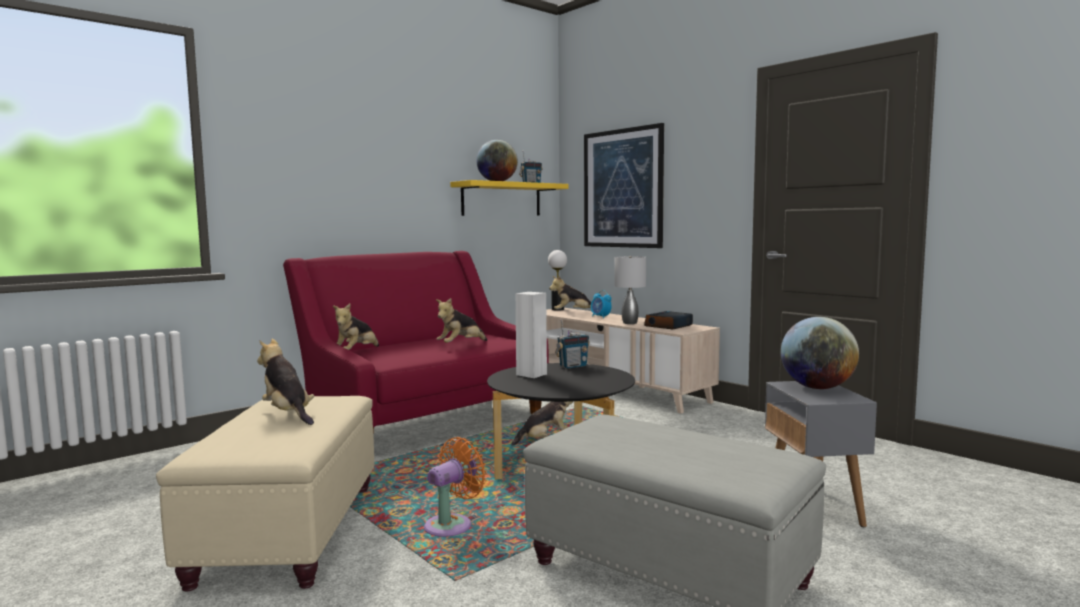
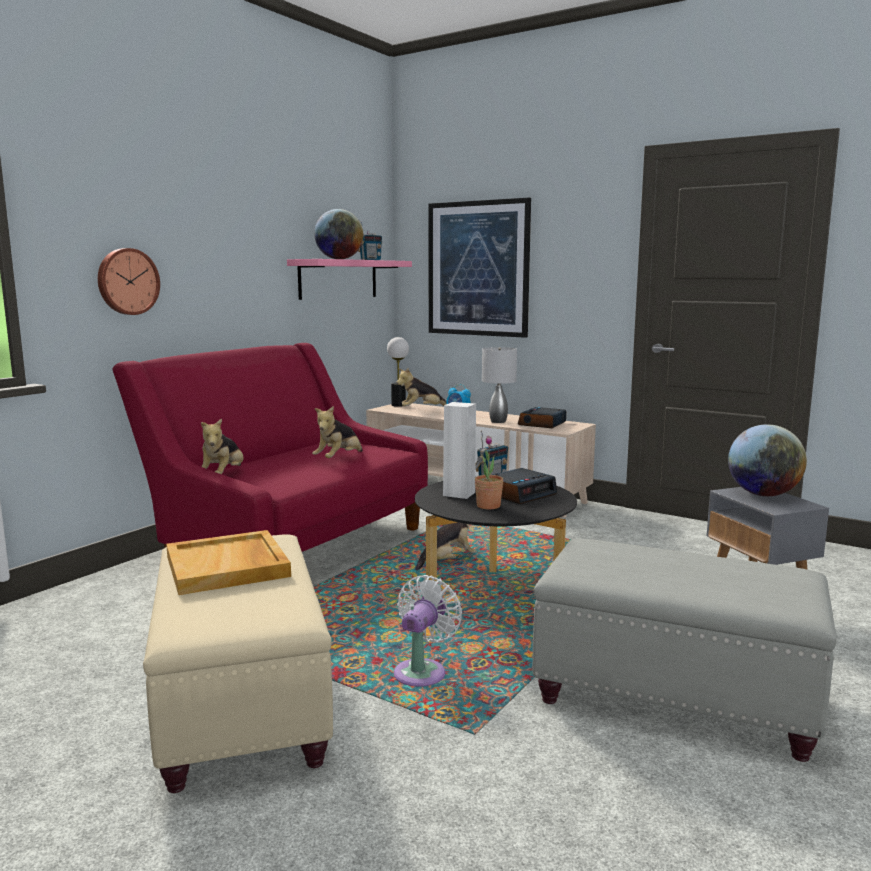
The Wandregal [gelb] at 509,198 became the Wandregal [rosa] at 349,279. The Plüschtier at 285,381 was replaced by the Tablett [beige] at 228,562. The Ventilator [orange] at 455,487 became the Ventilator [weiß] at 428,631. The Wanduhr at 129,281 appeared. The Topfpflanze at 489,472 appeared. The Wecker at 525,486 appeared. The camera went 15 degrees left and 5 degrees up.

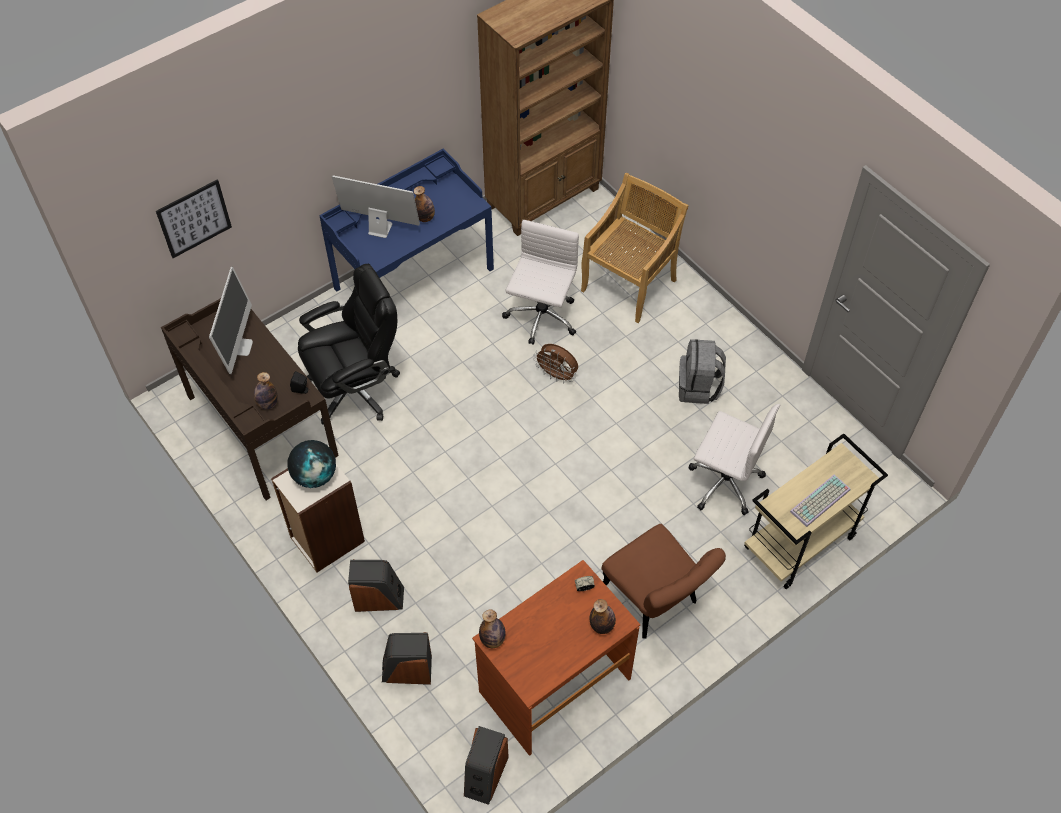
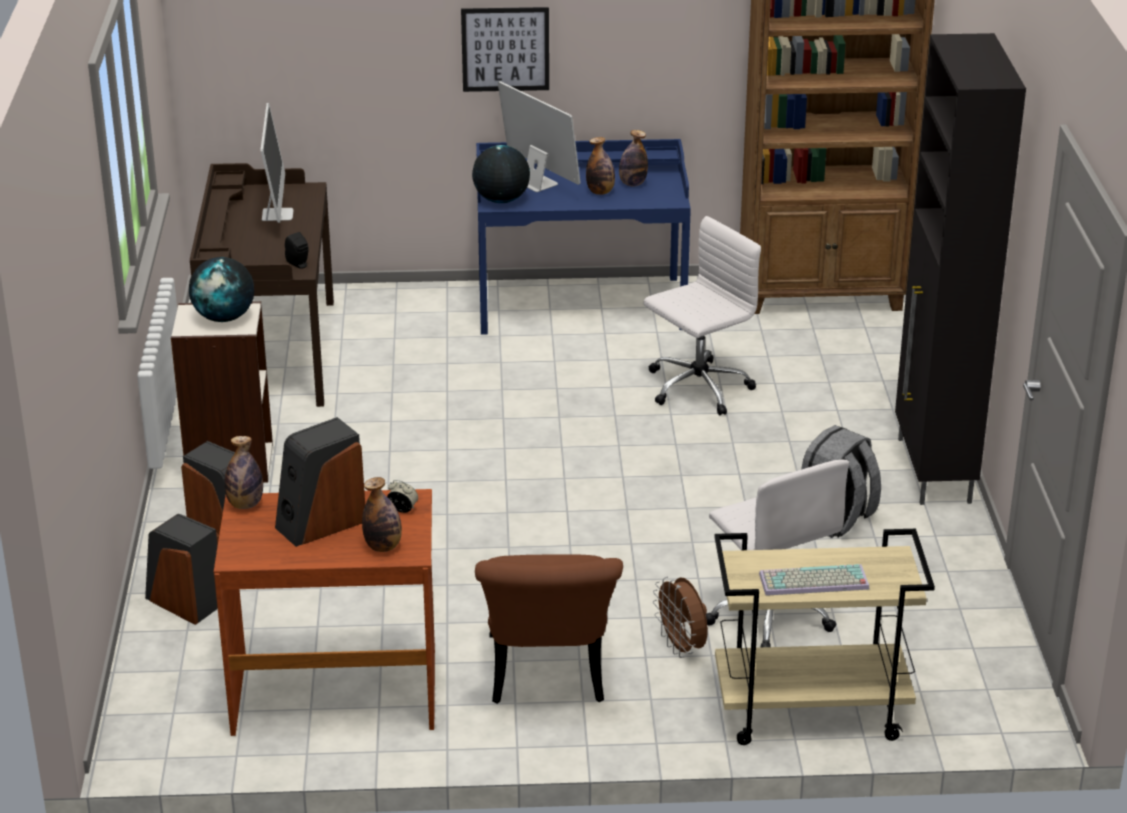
The Stuhl [beige] at 635,248 disappeared. The Bild moved from 194,218 to 505,49. The Bürostuhl [schwarz] at 349,344 disappeared. The Monitor at 231,320 turned 45 degrees counterclockwise. The Ventilator [braun] moved from 555,364 to 680,617. The Flasche moved from 266,390 to 633,158. The Lautsprecher moved from 486,765 to 320,482. The Schrank [schwarz] at 960,269 appeared. The Globus at 501,174 appeared. The camera went 35 degrees right and 25 degrees down.

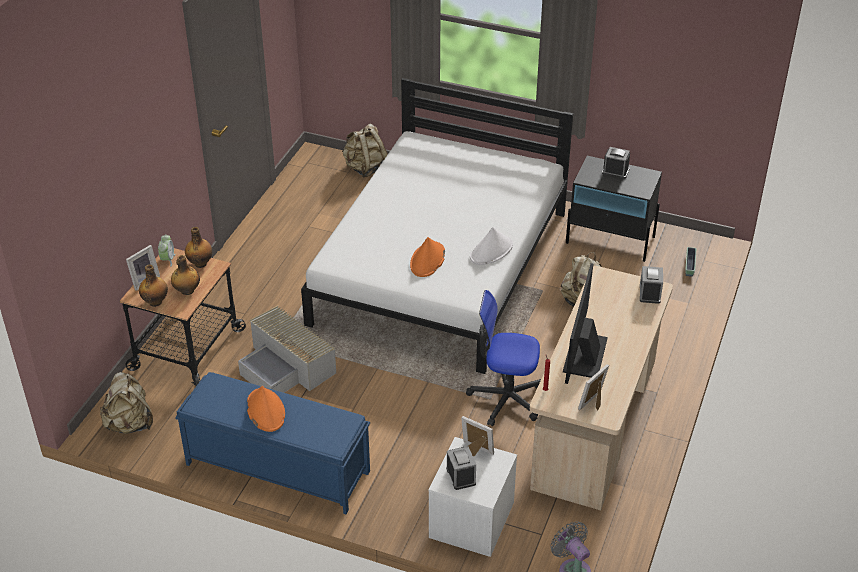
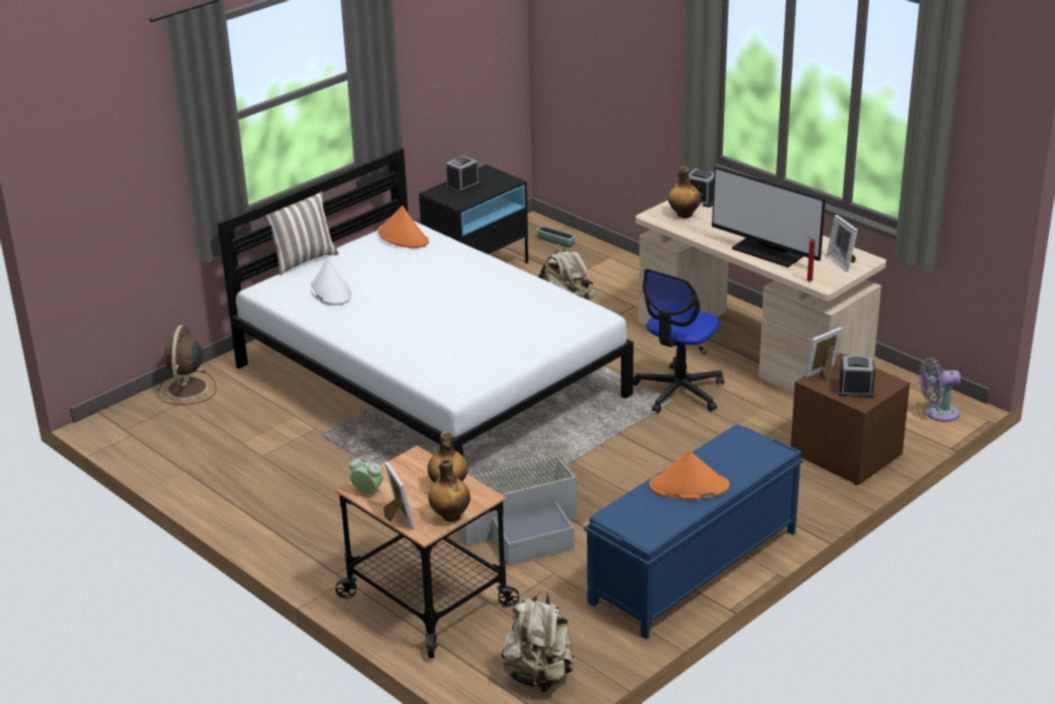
The Rucksack [beige] at 365,151 was replaced by the Ventilator [braun] at 186,365. The Flasche moved from 198,247 to 684,192. The Hut [weiß] moved from 491,246 to 331,281. The Hut [orange] moved from 427,257 to 403,227. The Nachttisch [weiß] at 472,497 became the Nachttisch [braun] at 850,419. The Kissen at 300,233 appeared. The camera went 65 degrees left and 10 degrees down.

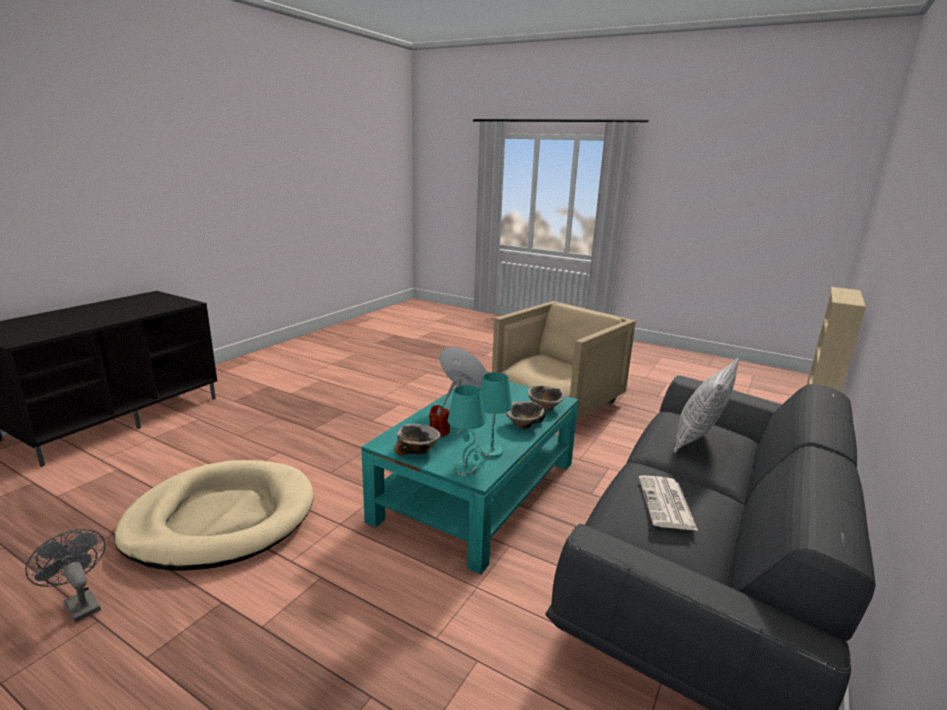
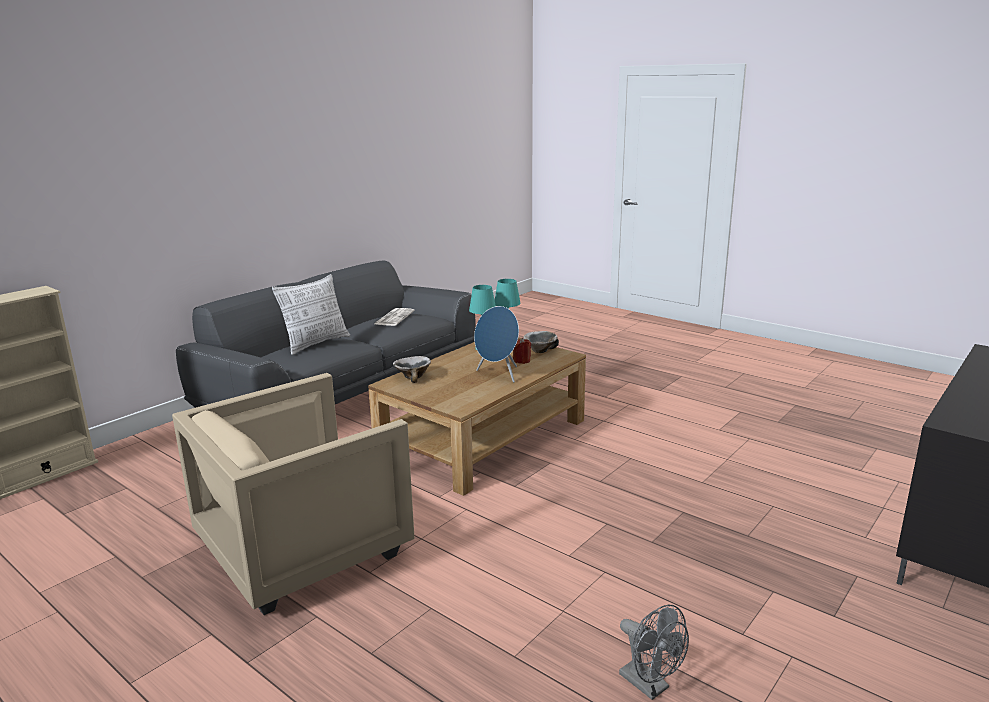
The Couchtisch [türkis] at 469,478 became the Couchtisch [braun] at 477,417. The Schüssel at 525,415 disappeared. The Hundebett [beige] at 214,515 disappeared. The Ventilator [grau] moved from 65,576 to 654,652. The camera went 170 degrees left and 0 degrees up.

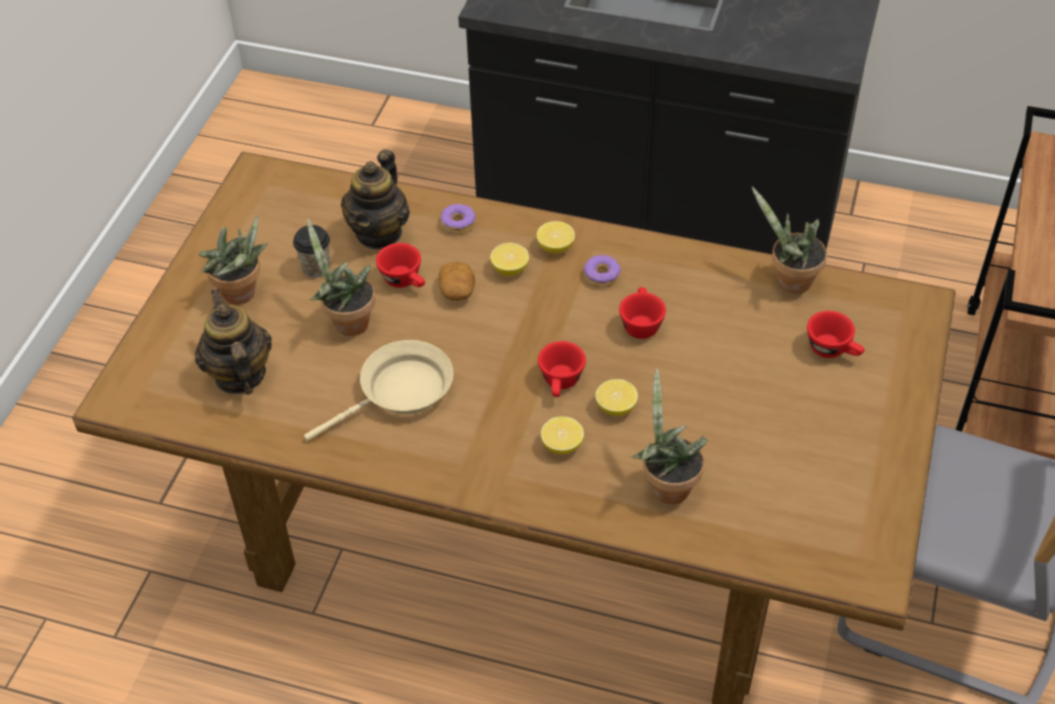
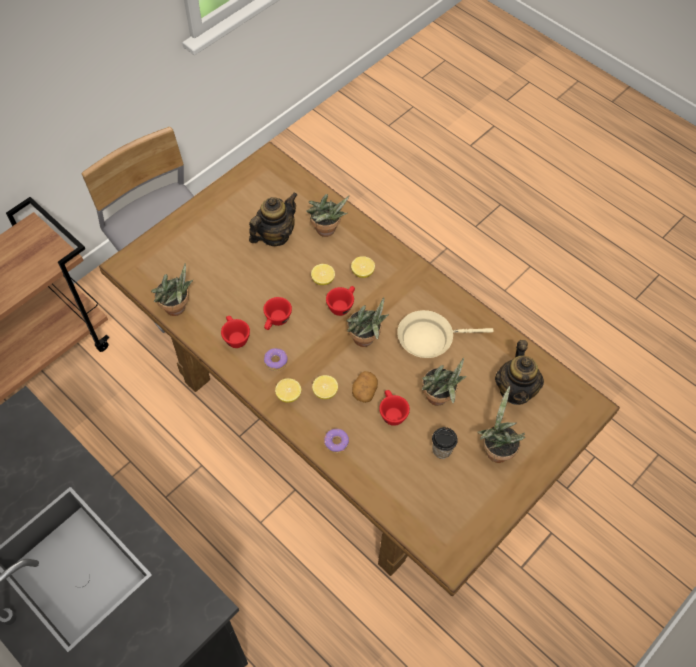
The Teekanne moved from 375,199 to 273,219. The Tasse [rot] moved from 836,334 to 235,332. The Topfpflanze at 367,322 appeared. The camera went 155 degrees left and 10 degrees up.

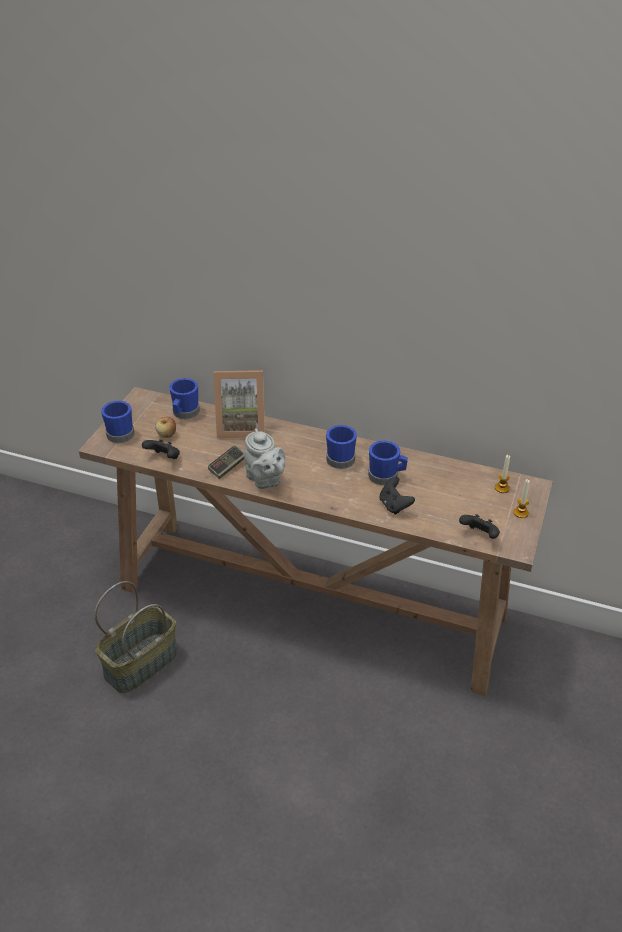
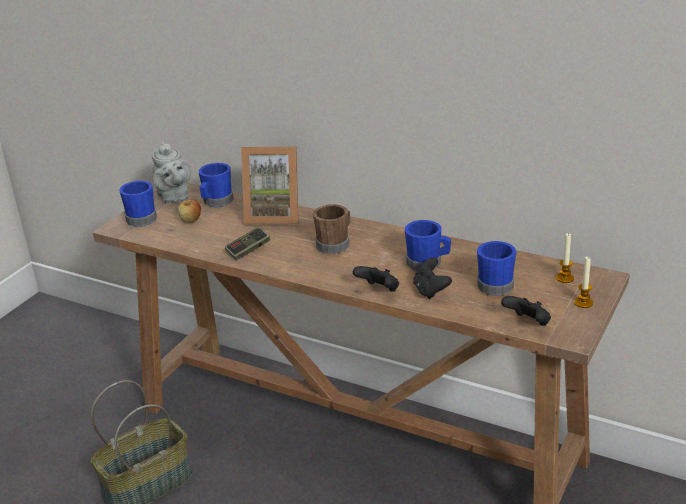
The Henkelbecher [blau] moved from 341,447 to 496,268. The Teekanne [grau] moved from 264,458 to 171,172. The Gamepad [schwarz] moved from 161,449 to 376,279. The Henkelbecher [braun] at 331,229 appeared. The camera went 10 degrees right and 10 degrees down.

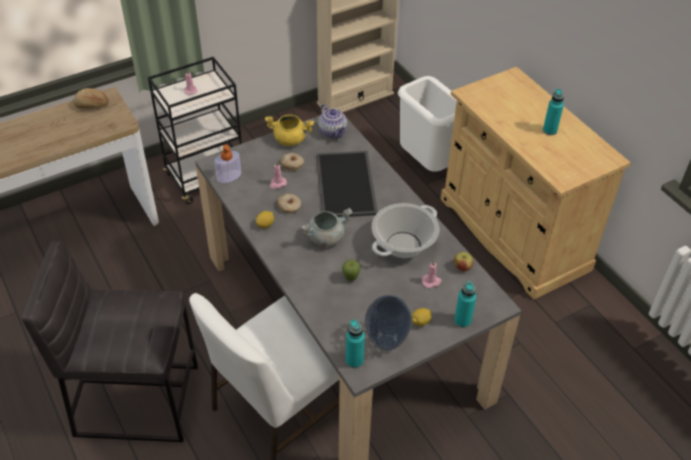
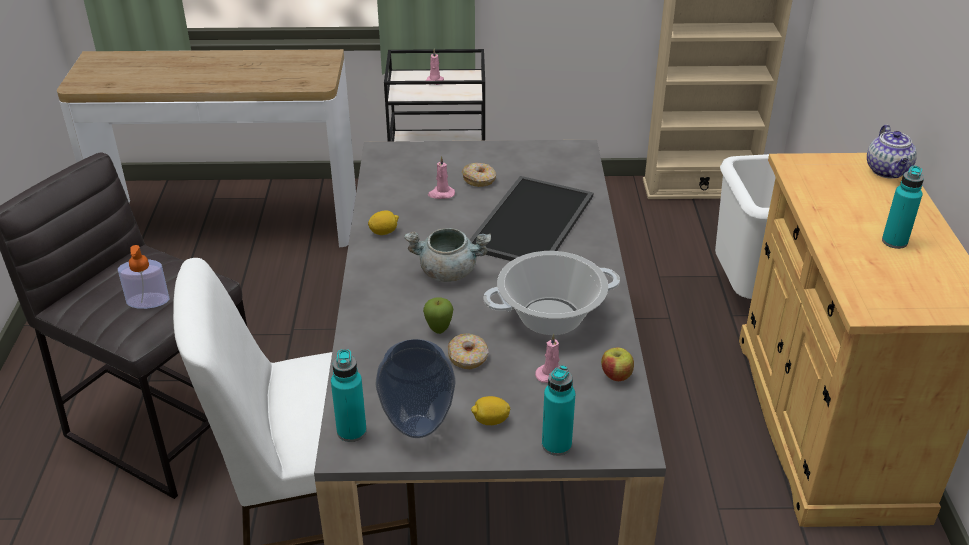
The Brot at 91,98 disappeared. The Teekanne moved from 332,121 to 892,152. The Kochtopf [gelb] at 289,130 disappeared. The Seifenspender moved from 227,164 to 144,277. The Donut moved from 289,203 to 468,351. The camera went 30 degrees right and 10 degrees down.

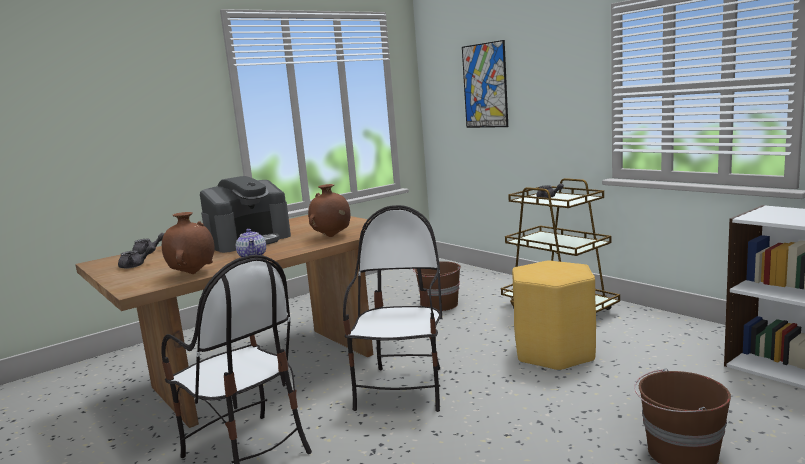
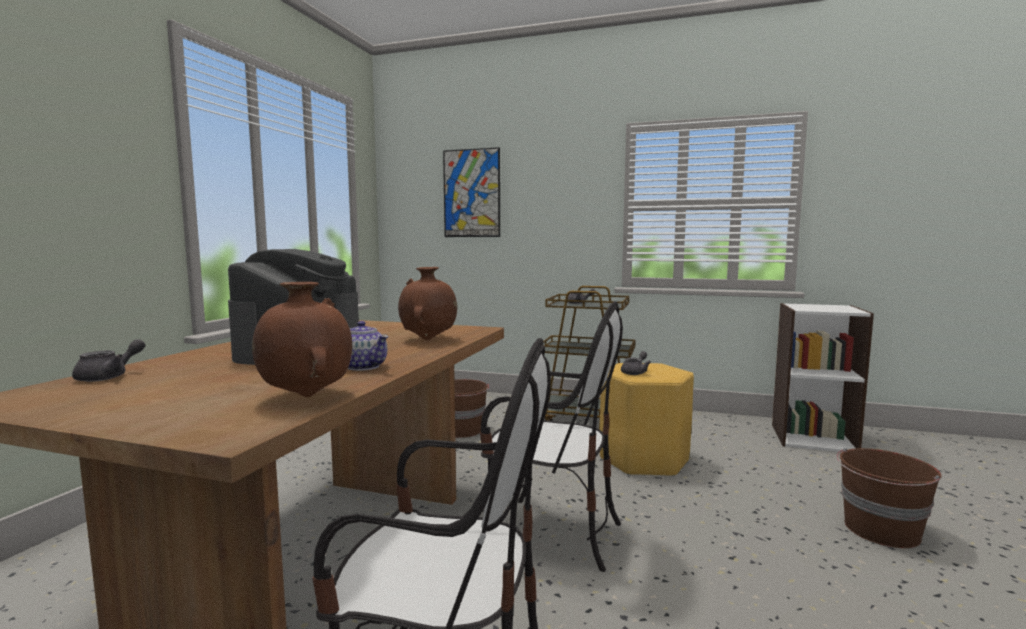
The Stuhl at 392,308 turned 135 degrees clockwise. The Teekanne [grau] moved from 136,257 to 636,363. The camera went 35 degrees left and 5 degrees down.

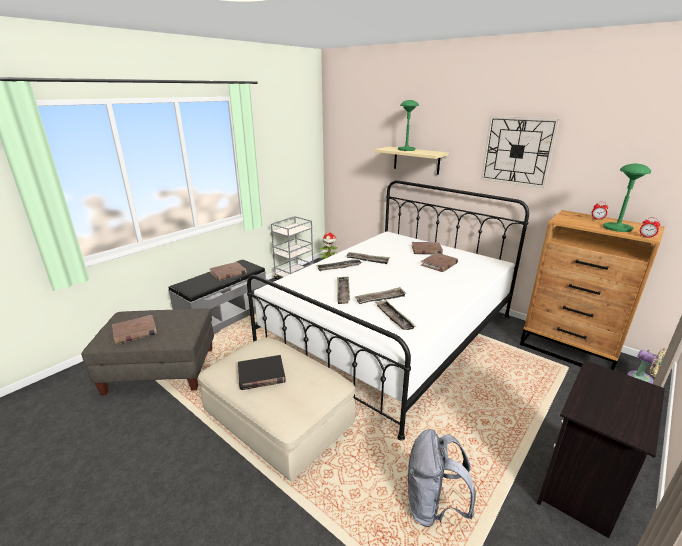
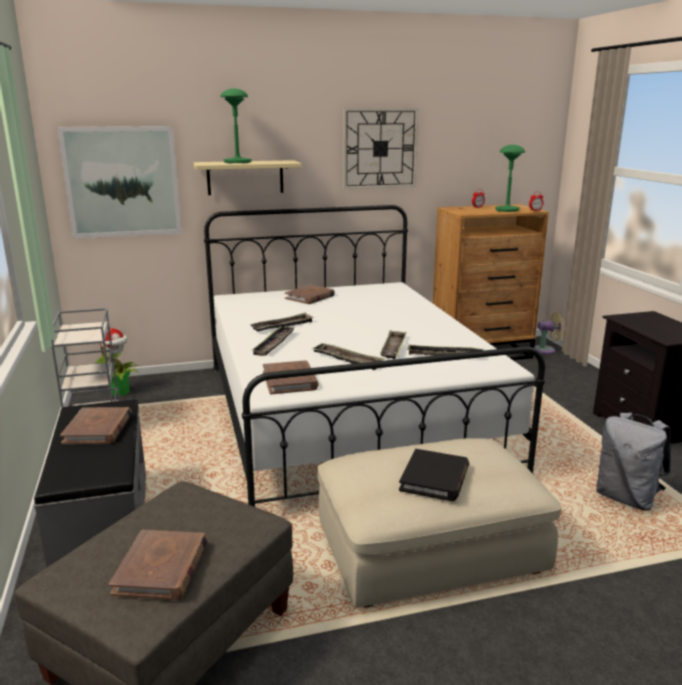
The Buch [braun] moved from 439,262 to 290,377. The Bild at 119,182 appeared. The camera went 55 degrees left and 5 degrees down.

